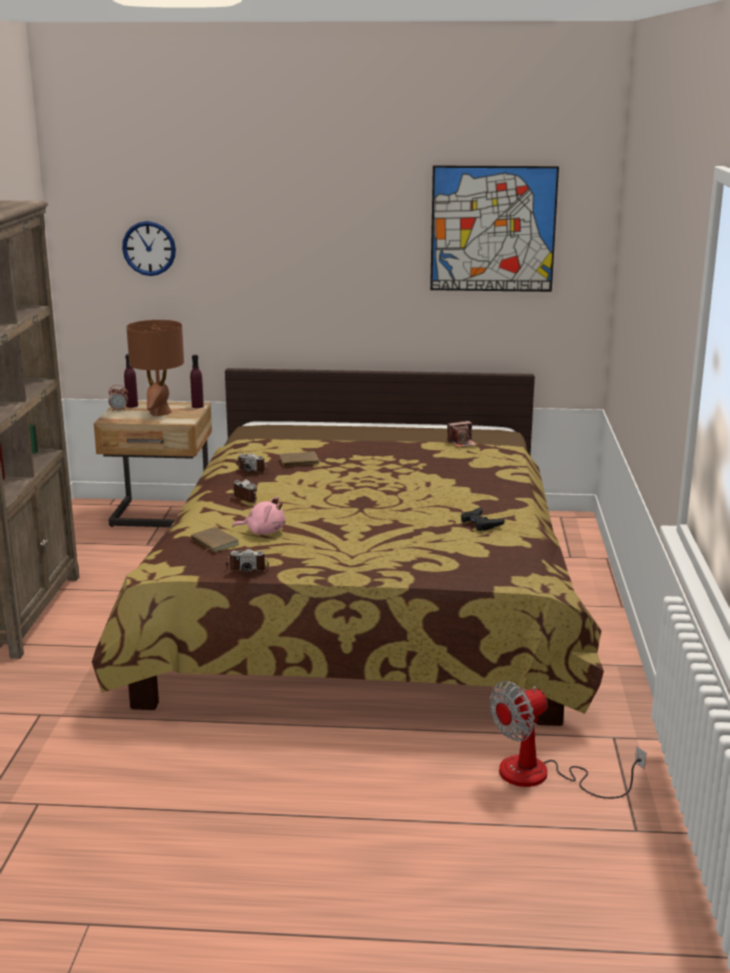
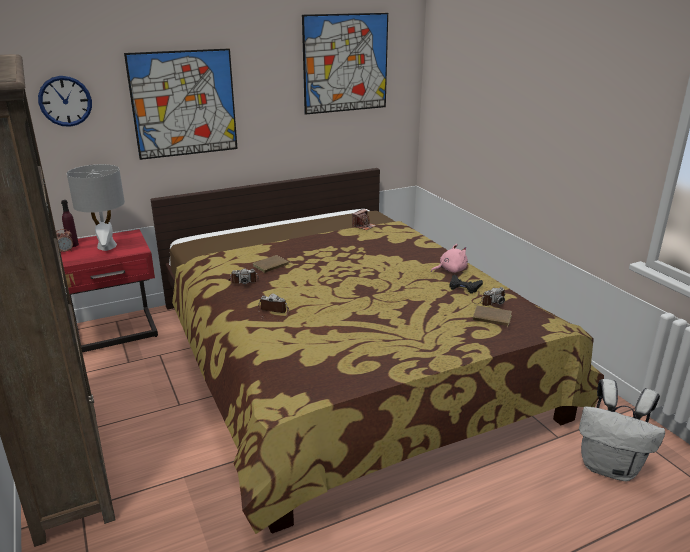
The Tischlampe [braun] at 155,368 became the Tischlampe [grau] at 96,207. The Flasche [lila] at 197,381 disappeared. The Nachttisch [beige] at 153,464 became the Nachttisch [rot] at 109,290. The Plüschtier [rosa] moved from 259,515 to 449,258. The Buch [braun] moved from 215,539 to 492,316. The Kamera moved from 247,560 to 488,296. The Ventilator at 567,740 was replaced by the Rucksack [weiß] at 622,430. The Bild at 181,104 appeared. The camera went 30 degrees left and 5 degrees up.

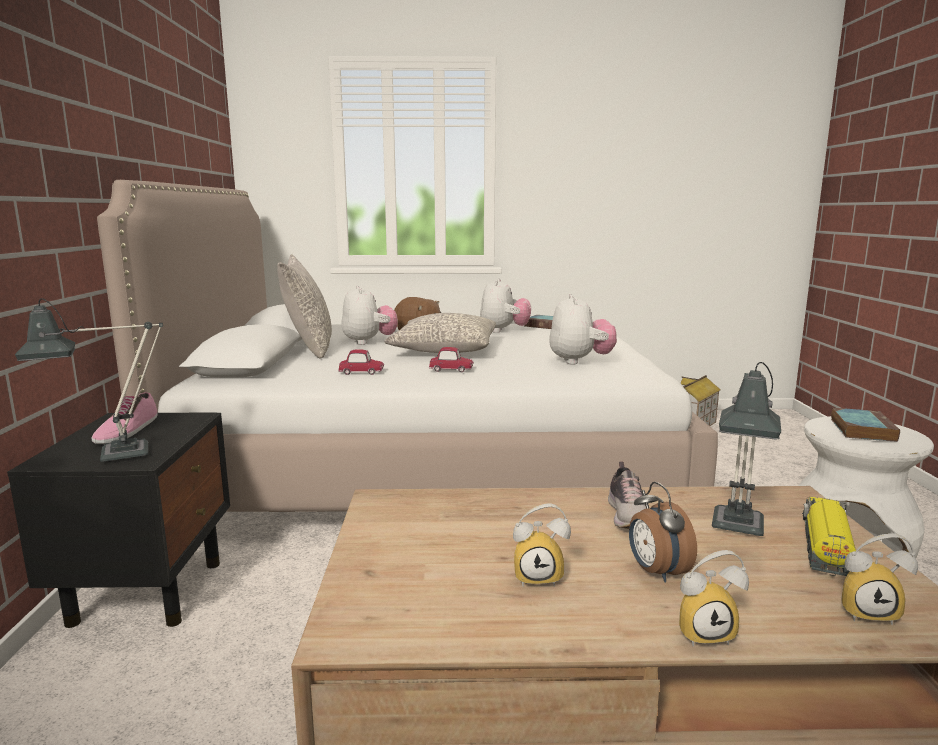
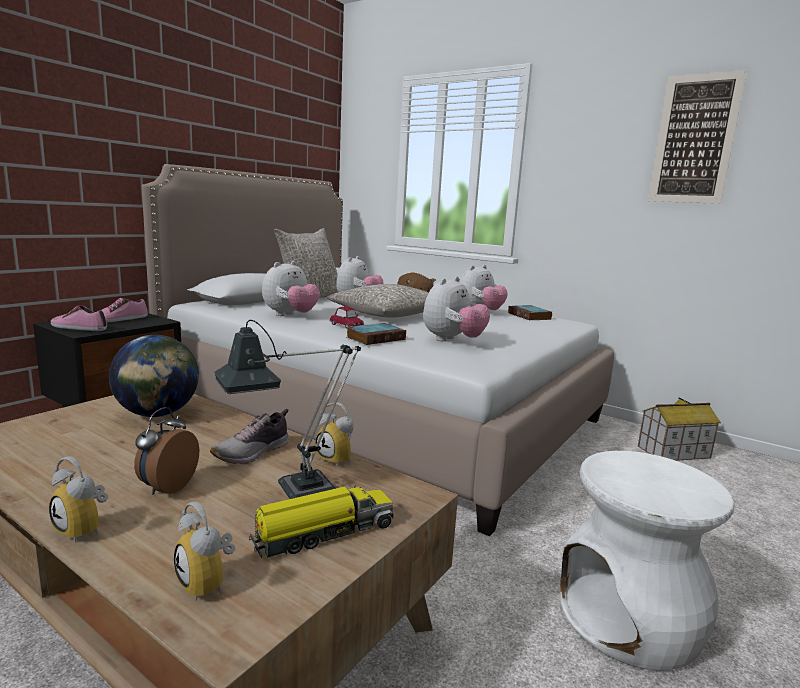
The Tischlampe at 89,380 was replaced by the Schuh at 79,318. The Spielzeugauto at 361,362 was replaced by the Plüschtier at 291,288. The Buch moved from 865,425 to 376,334. The Wecker moved from 542,545 to 334,434. The Bild at 697,137 appeared. The Globus at 154,376 appeared. The camera went 35 degrees right and 0 degrees up.

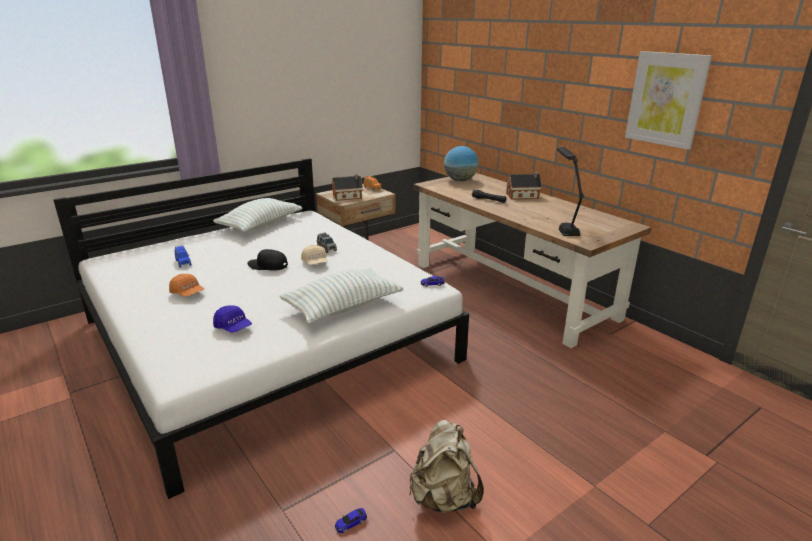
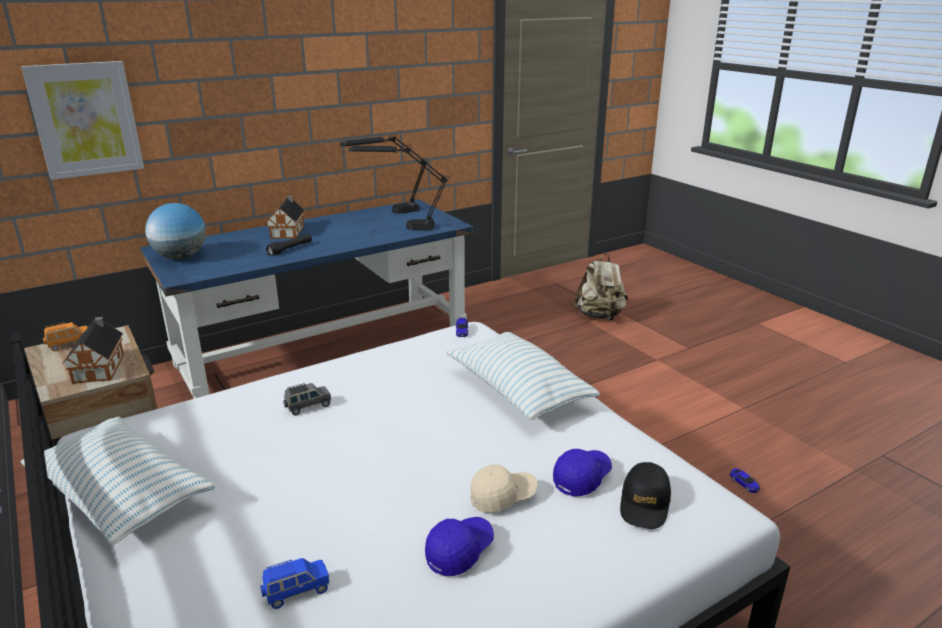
The Bild moved from 668,100 to 82,120. The Schreibtisch [braun] at 533,260 became the Schreibtisch [blau] at 306,299. The Kappe [beige] moved from 314,255 to 504,488. The Kappe [schwarz] moved from 268,260 to 645,495. The Kappe [orange] at 186,285 became the Kappe [blau] at 459,546. The Rucksack [beige] moved from 446,467 to 600,287. The Tischlampe [schwarz] at 384,174 appeared. The camera went 85 degrees left and 0 degrees up.

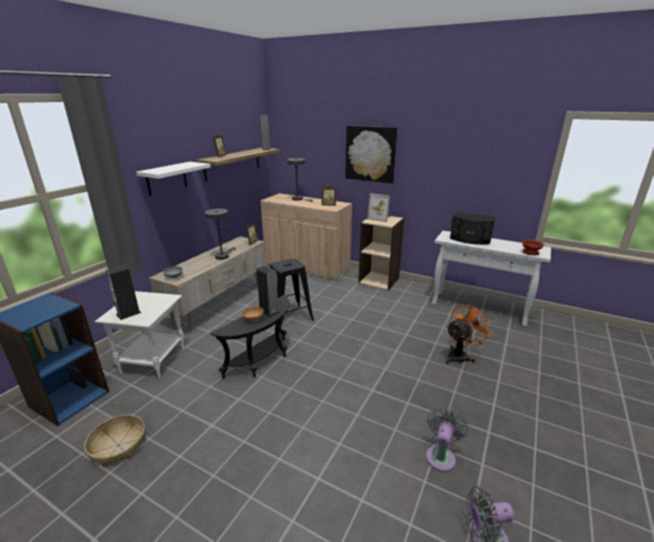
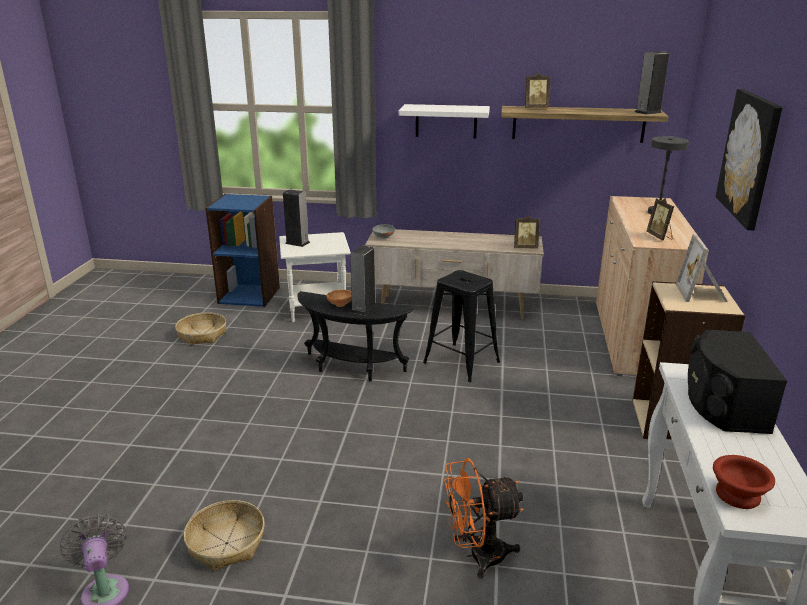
The Tischlampe [grau] at 220,234 disappeared. The Ventilator [orange] at 469,333 turned 135 degrees clockwise. The Ventilator [grau] at 447,439 was replaced by the Korb at 224,535. The camera went 70 degrees right and 0 degrees up.

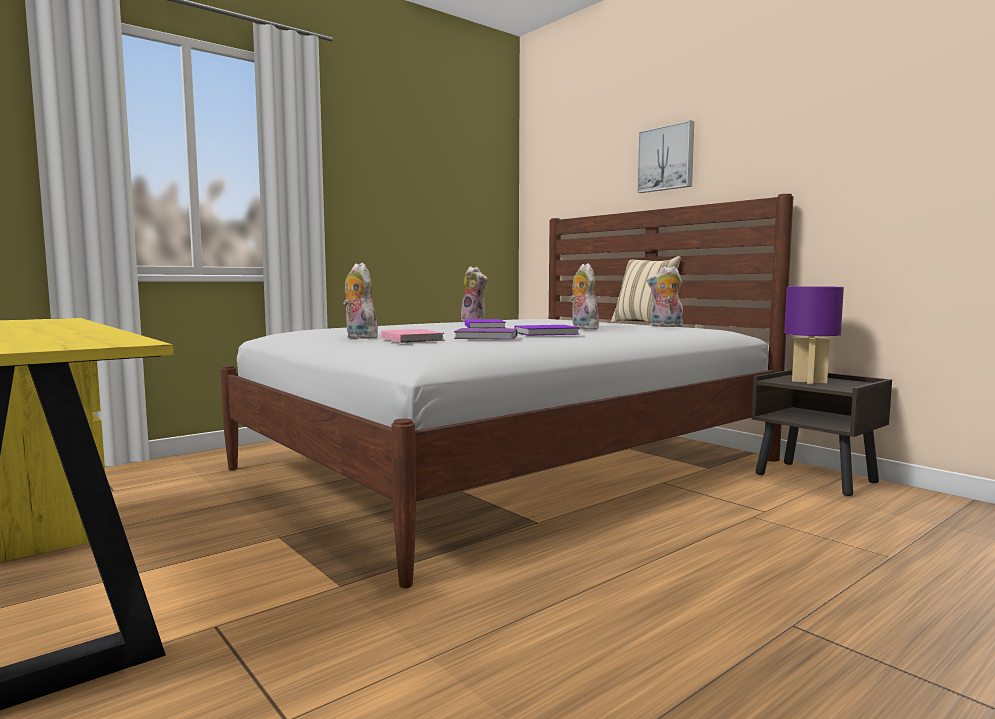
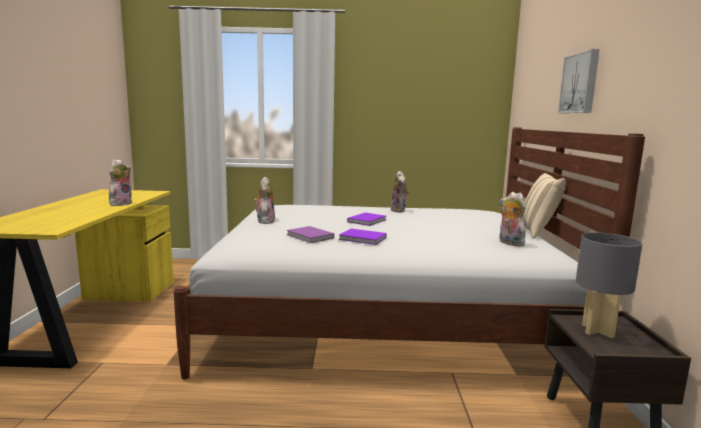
The Plüschtier moved from 584,296 to 120,182. The Tischlampe [lila] at 814,335 became the Tischlampe [grau] at 609,285. The Buch [rosa] at 412,336 disappeared. The camera went 40 degrees right and 5 degrees up.

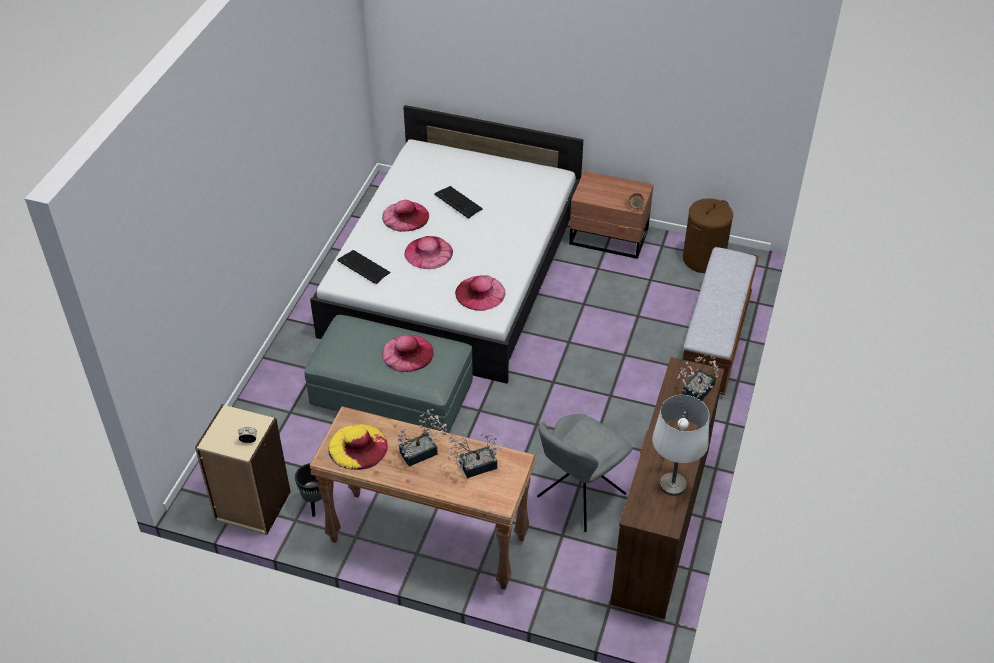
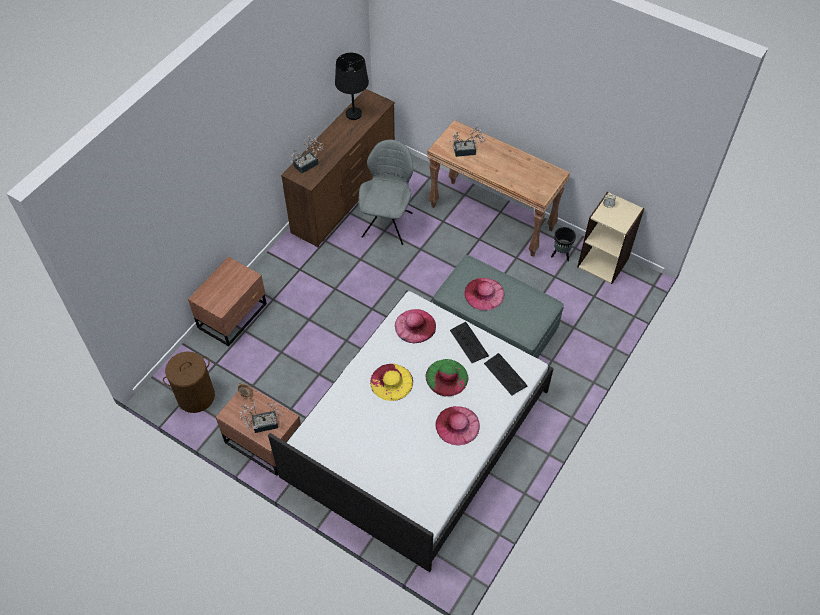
The Tastatur moved from 458,202 to 469,342. The Hut [rosa] at 428,252 became the Hut [grün] at 447,377. The Bank at 721,321 was replaced by the Nachttisch [braun] at 227,301. The Tischlampe [weiß] at 680,445 became the Tischlampe [schwarz] at 352,86. The Topfpflanze moved from 420,438 to 261,417. The Stuhl [grau] at 585,473 turned 45 degrees counterclockwise. The Hut [gelb] moved from 358,447 to 391,382. The camera went 165 degrees left and 10 degrees up.

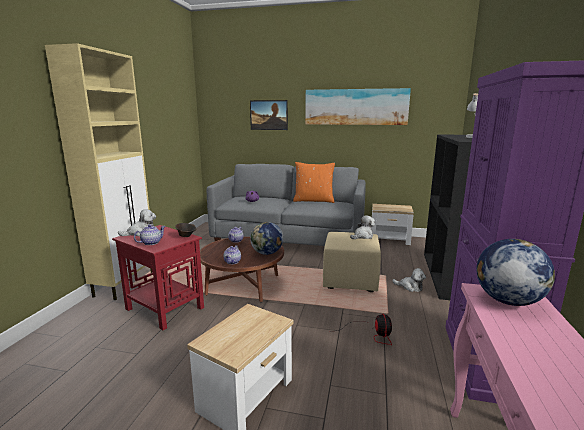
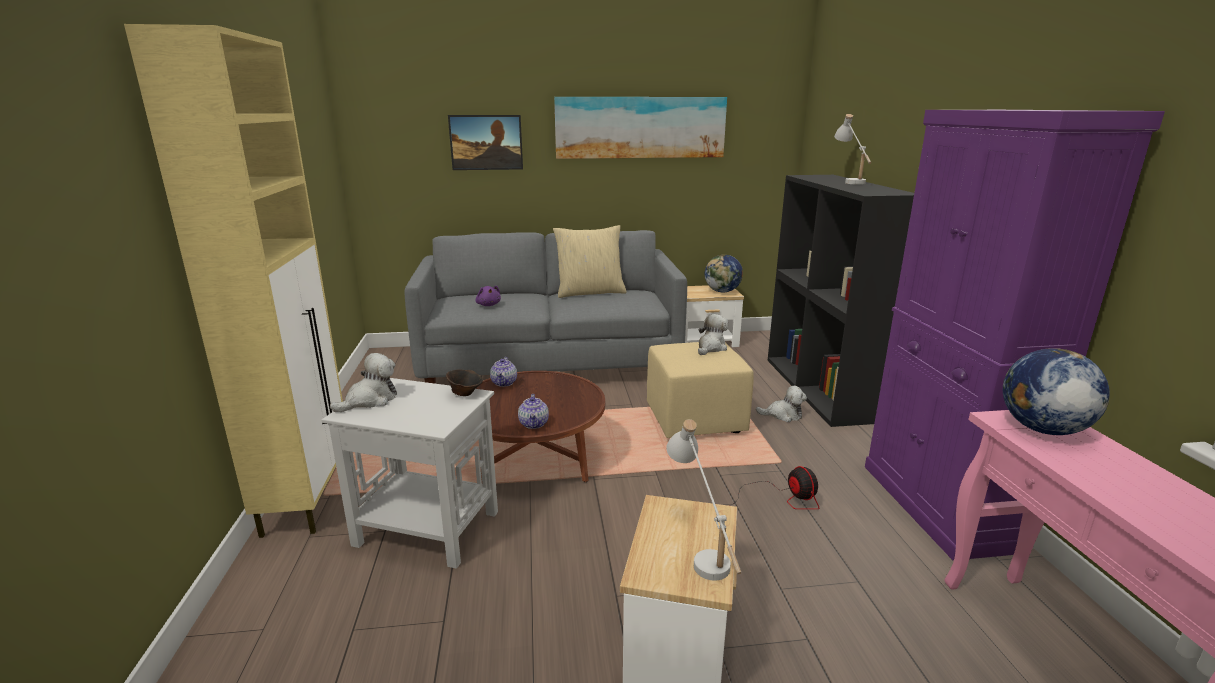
The Kissen [orange] at 314,182 became the Kissen [beige] at 590,261. The Globus moved from 266,238 to 724,273. The Teekanne at 150,234 disappeared. The Beistelltisch [rot] at 158,277 became the Beistelltisch [weiß] at 410,473. The Tischlampe [weiß] at 704,500 appeared. The camera went 20 degrees left and 5 degrees up.

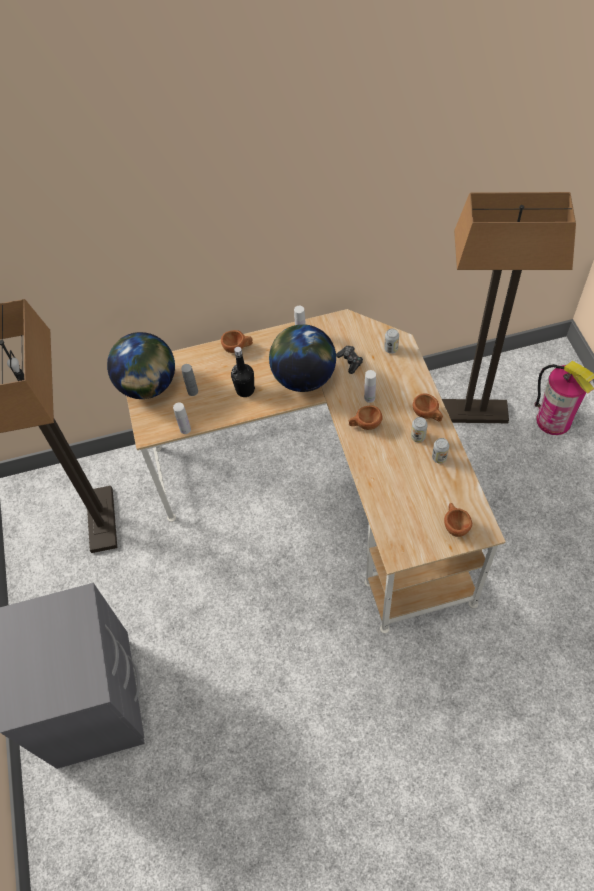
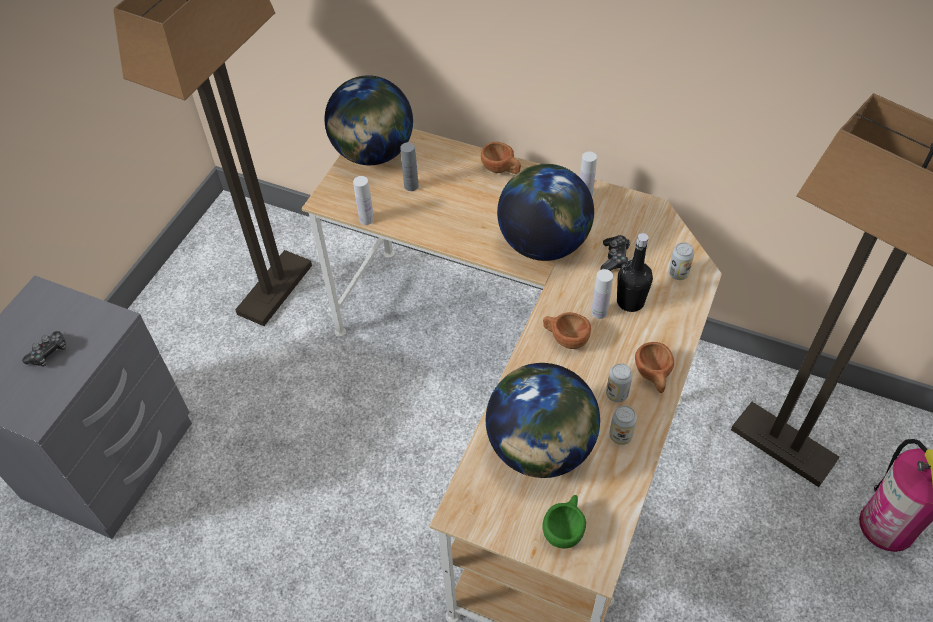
The Flasche [schwarz] moved from 243,372 to 635,272. The Tasse [braun] at 458,520 became the Tasse [grün] at 564,521. The Gamepad at 44,348 appeared. The Globus at 543,420 appeared. The camera went 35 degrees right and 5 degrees down.

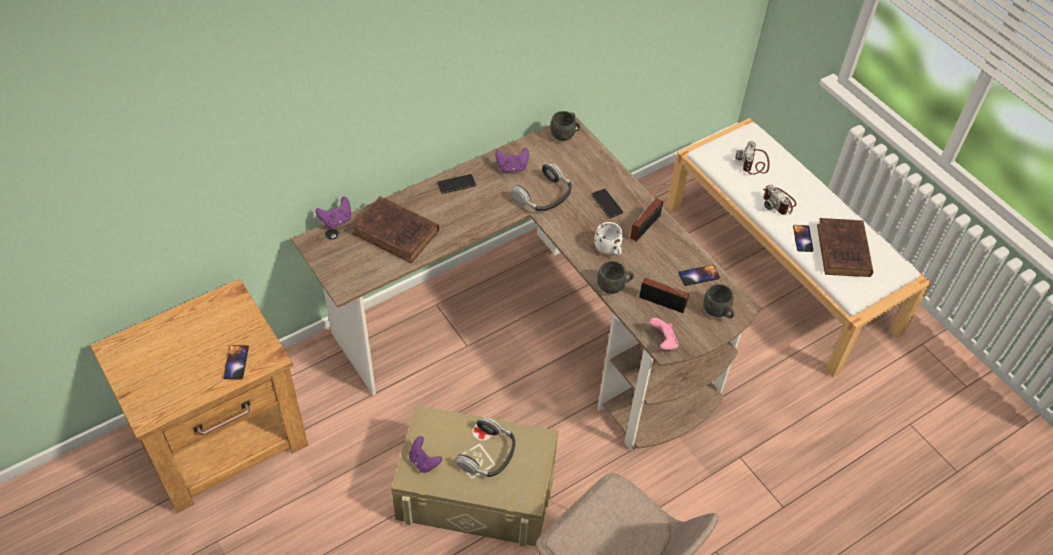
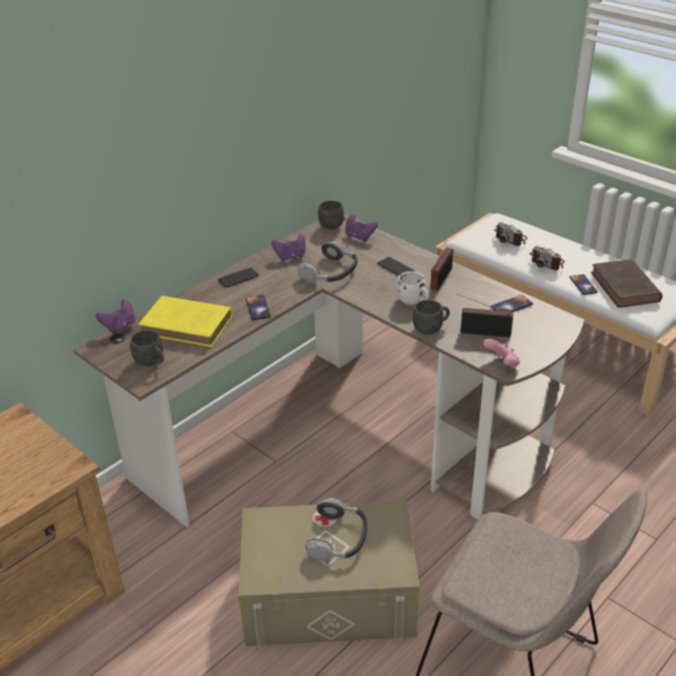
The Kamera at 752,158 turned 45 degrees counterclockwise. The Buch [braun] at 395,229 became the Buch [gelb] at 186,321. The Henkelbecher [grau] moved from 718,301 to 147,348. The Handy moved from 236,362 to 258,307. The Gamepad [lila] moved from 425,454 to 361,228. The camera went 10 degrees left and 15 degrees down.

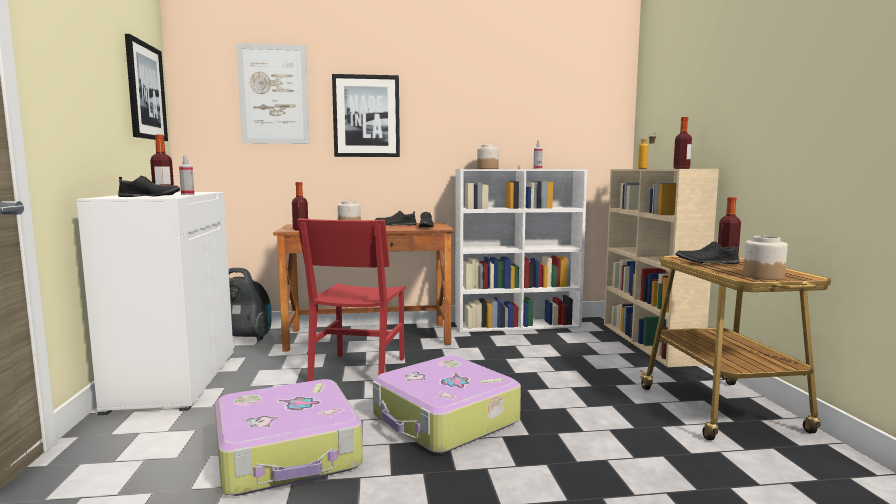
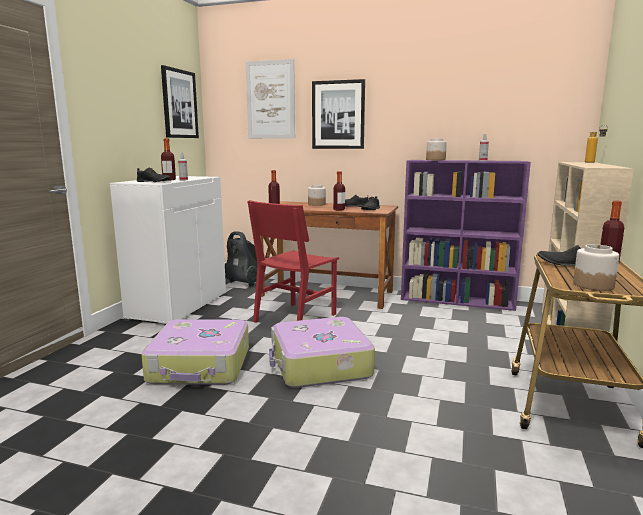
The Flasche moved from 682,143 to 339,191. The Bücherregal [weiß] at 521,250 became the Bücherregal [lila] at 466,235. The camera went 25 degrees right and 5 degrees up.

